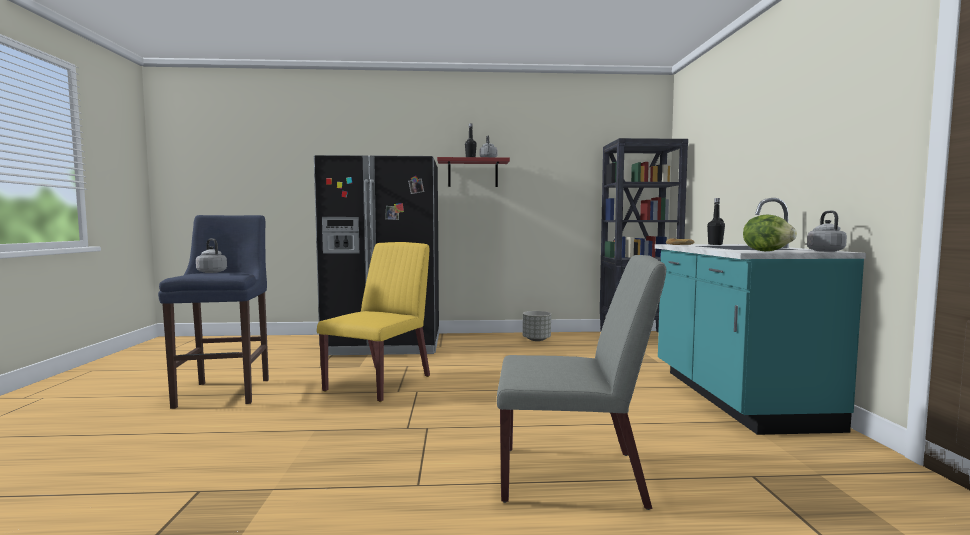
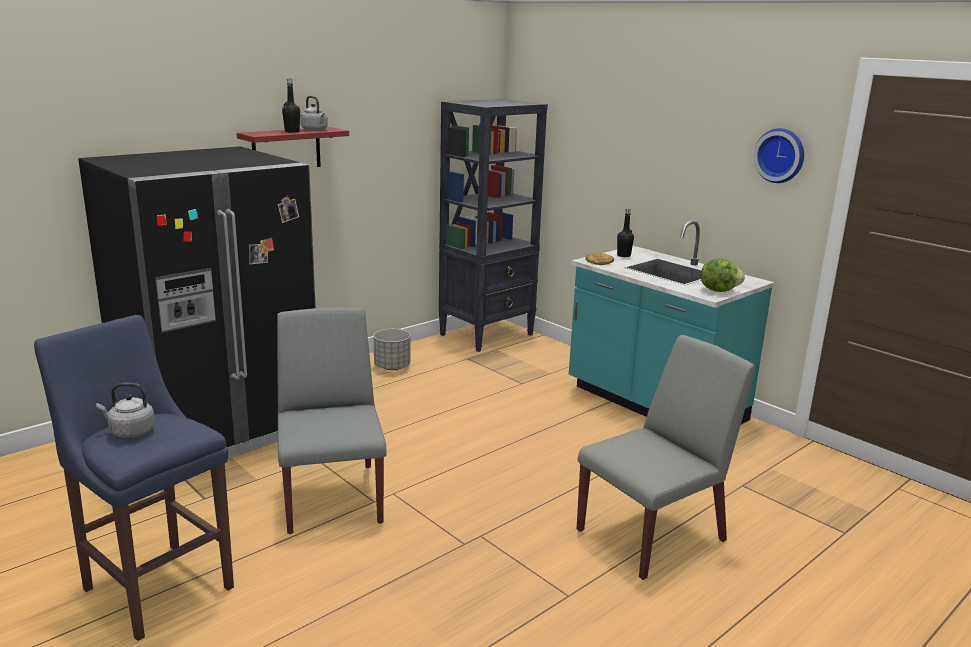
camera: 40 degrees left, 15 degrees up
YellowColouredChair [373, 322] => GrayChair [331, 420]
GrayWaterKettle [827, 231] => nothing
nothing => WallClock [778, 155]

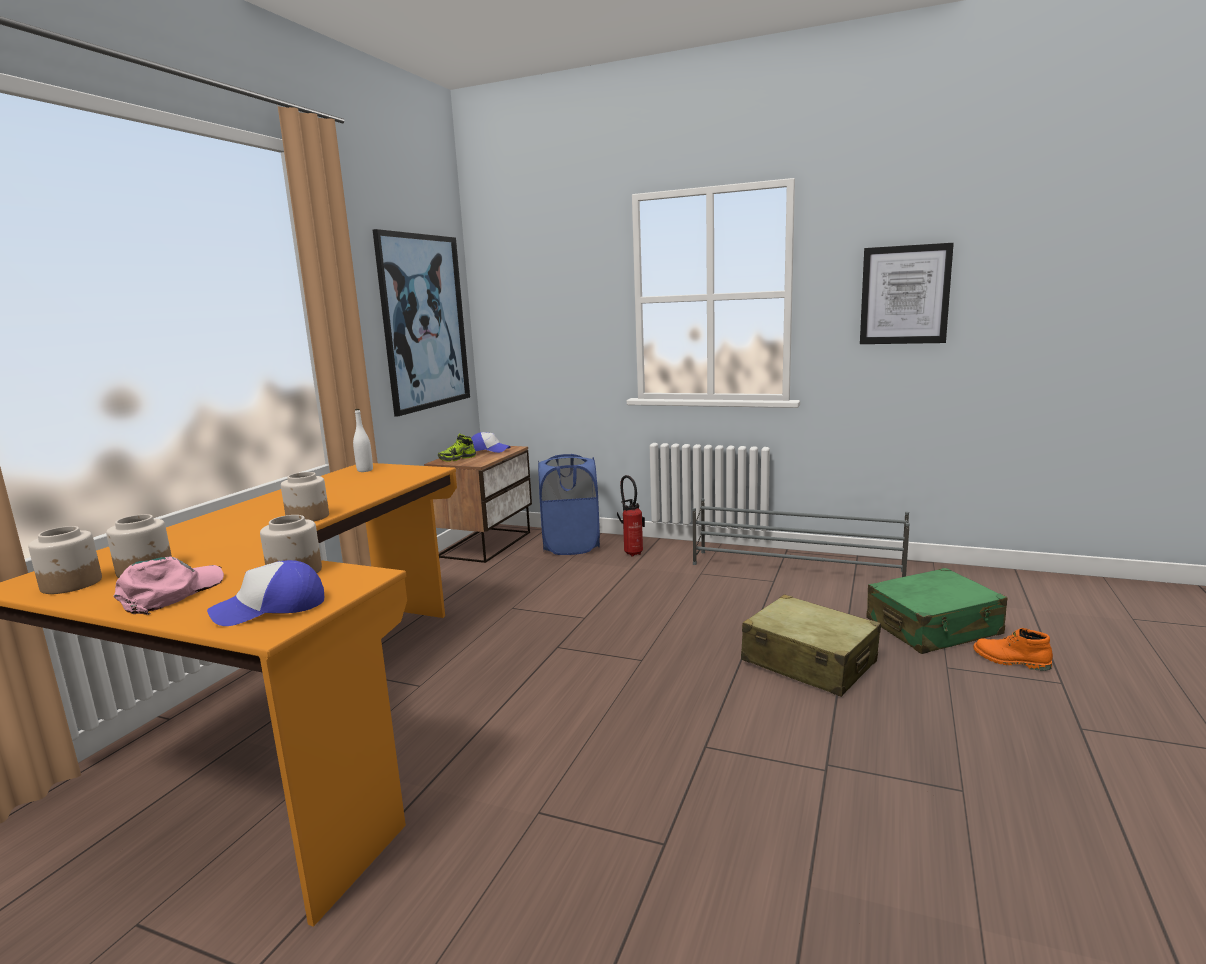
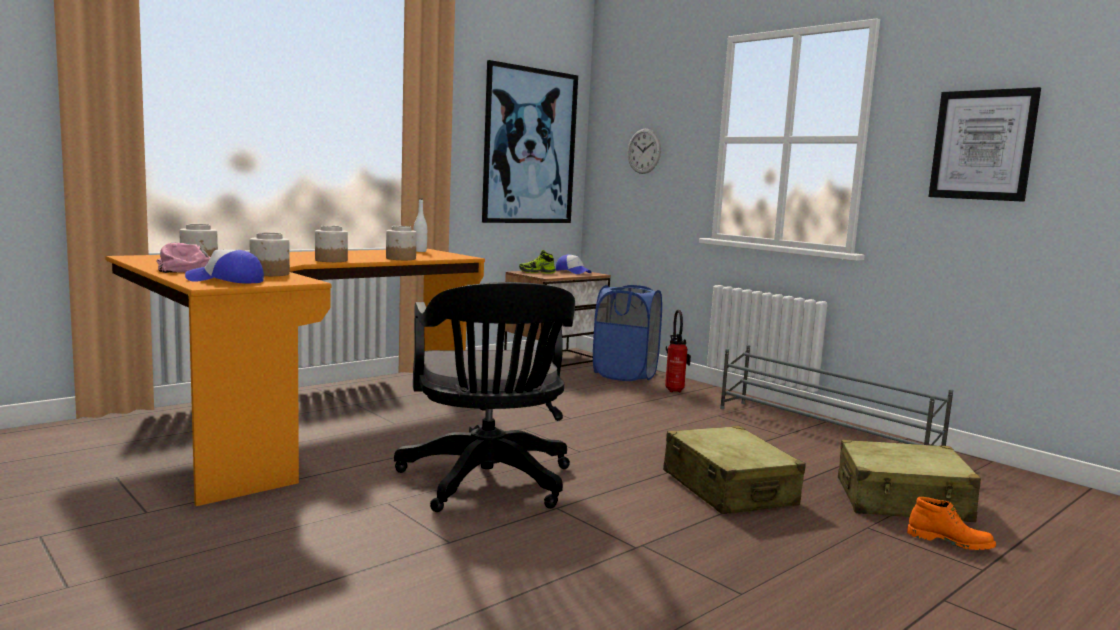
camera: 25 degrees right, 5 degrees down
StorageJar [65, 560] => StorageJar [401, 243], relocated
GreenishSuitcase [937, 611] => SandColouredSuitcase [909, 481]
OrangeyTallBoot [1013, 649] => OrangeyTallBoot [951, 523], 150 degrees clockwise
nothing => BlackOfficeChair [484, 397]
nothing => WallClock [644, 151]

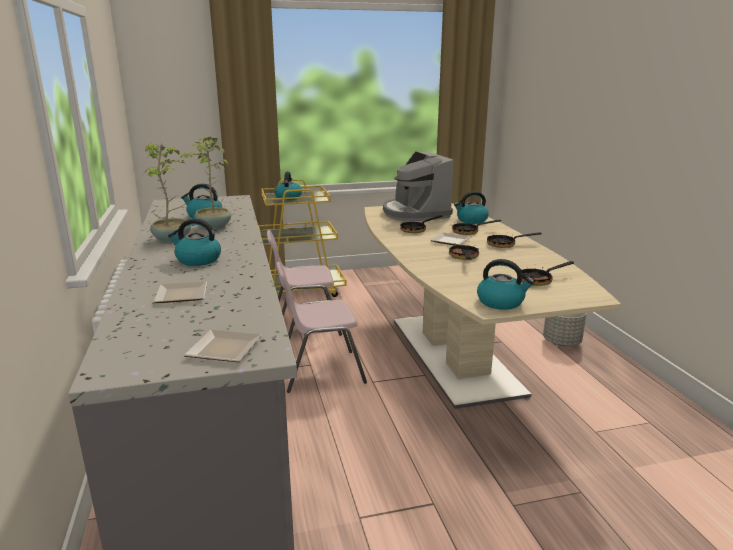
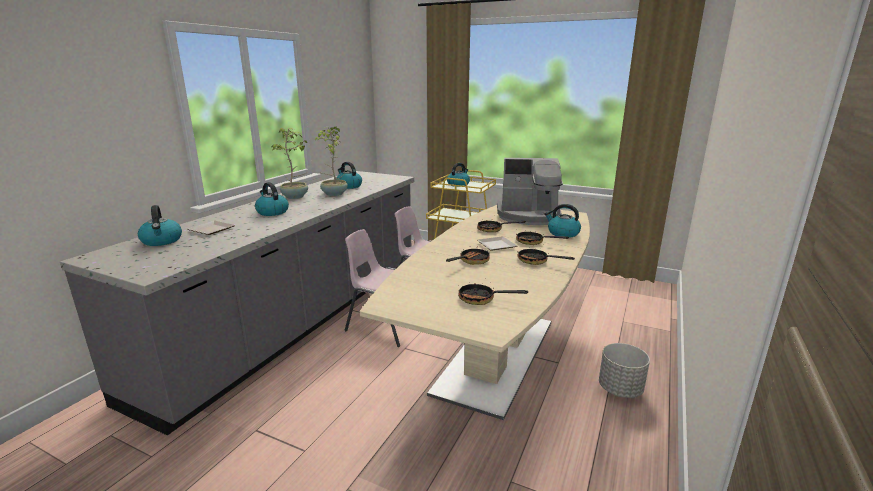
camera: 40 degrees right, 0 degrees up
FlatDish [223, 346] => nothing
CoffeeMachine [418, 186] => CoffeeMachine [530, 191], 105 degrees counterclockwise
WaterKettle [505, 284] => WaterKettle [160, 225], relocated

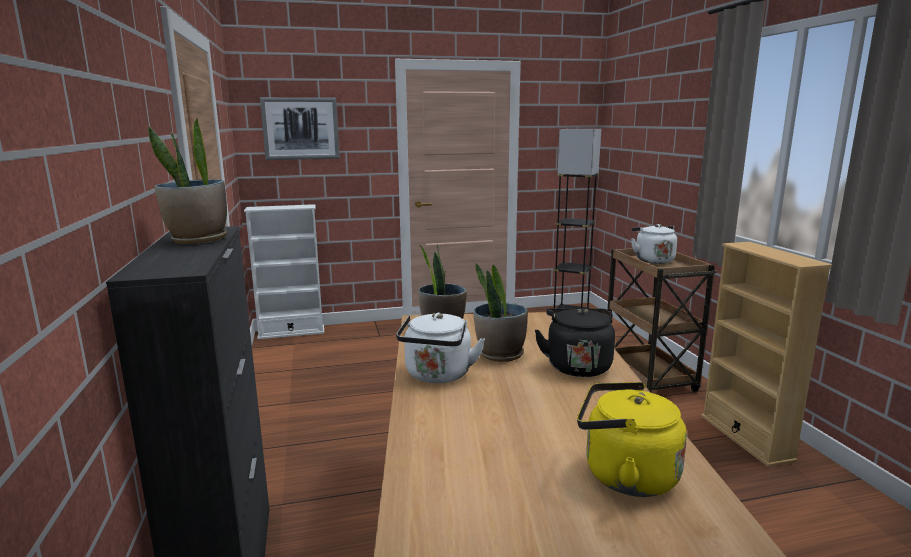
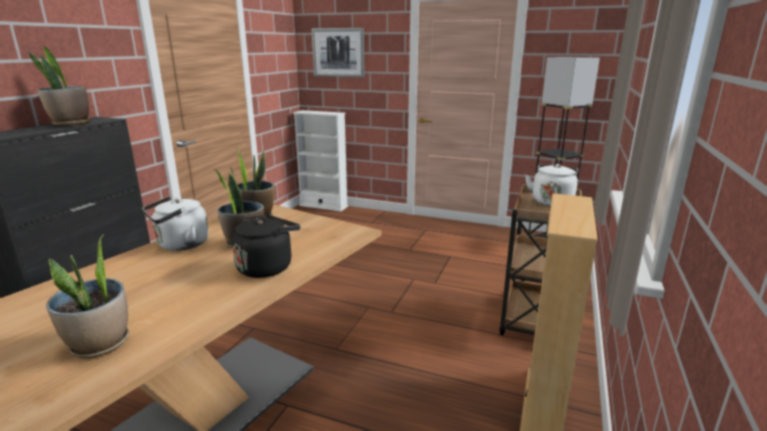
camera: 35 degrees right, 5 degrees up
YellowColouredWaterKettle [632, 439] => Houseplant [87, 296]

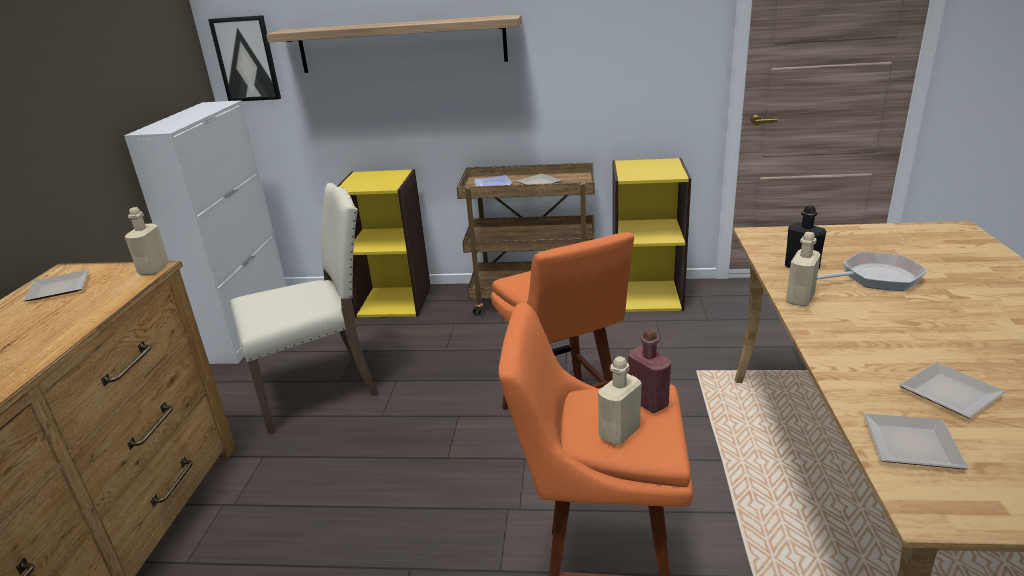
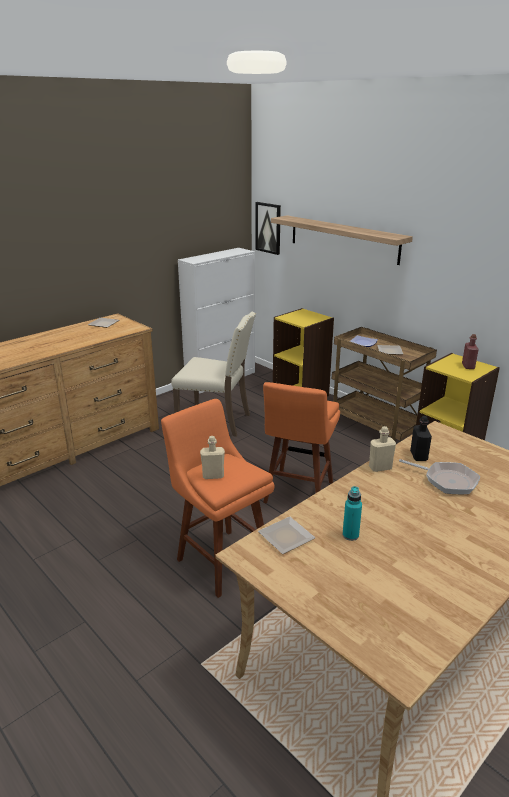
camera: 40 degrees right, 0 degrees up
SandColouredBeverageBottle [147, 241] => nothing
RedBeverageBottle [649, 371] => RedBeverageBottle [470, 351], relocated
FlatDish [952, 390] => BlueGreenBeverageBottle [352, 513]

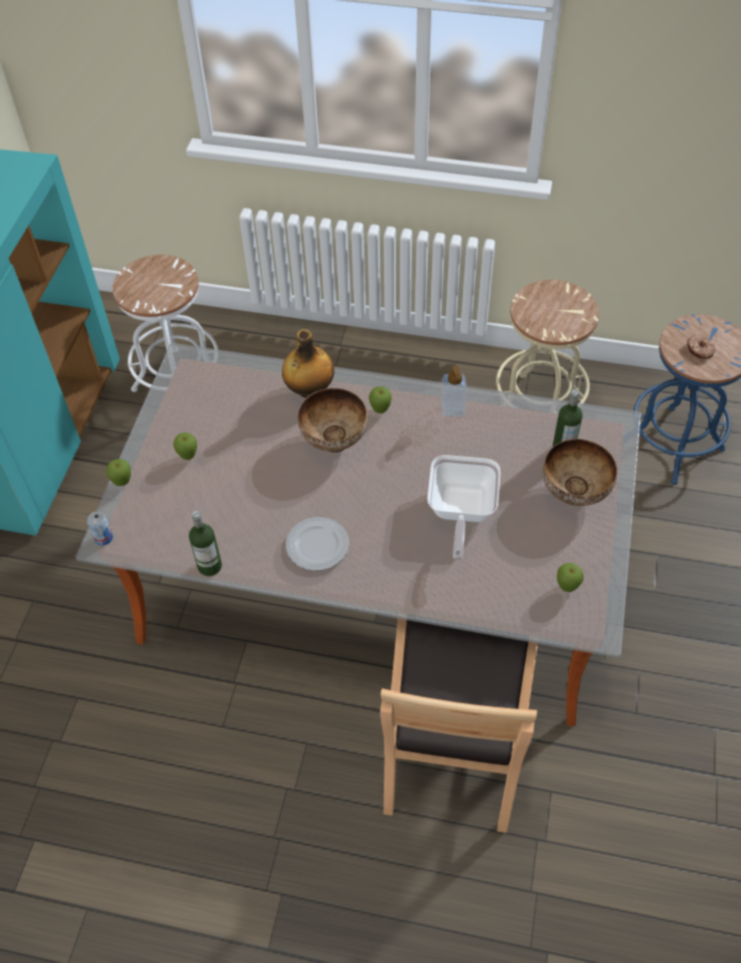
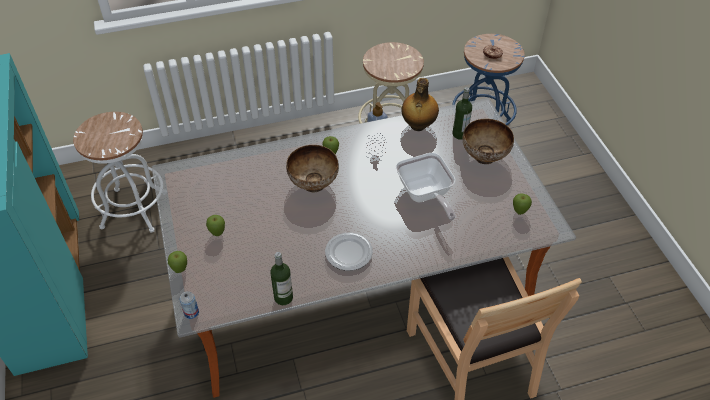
camera: 30 degrees left, 5 degrees down
BeverageBottle [308, 363] => BeverageBottle [420, 104], relocated

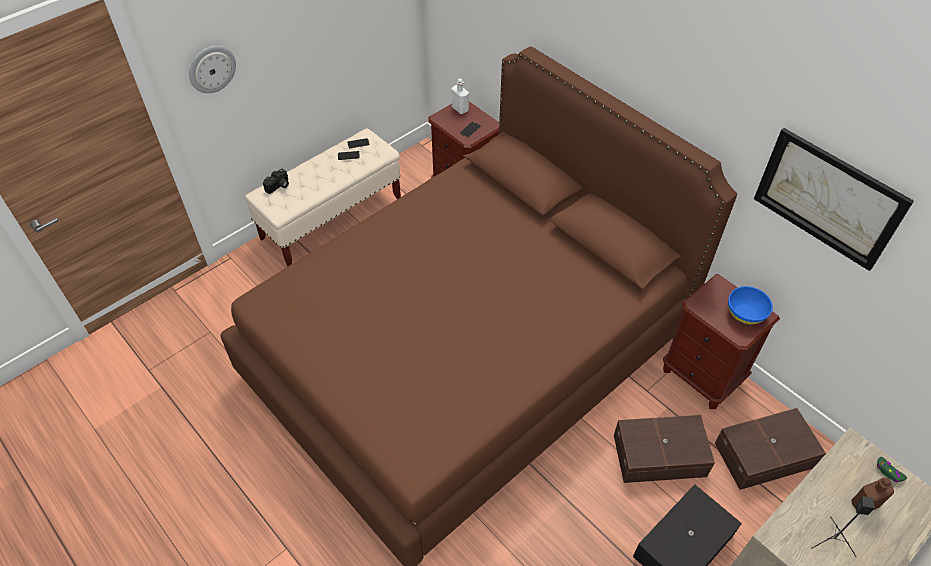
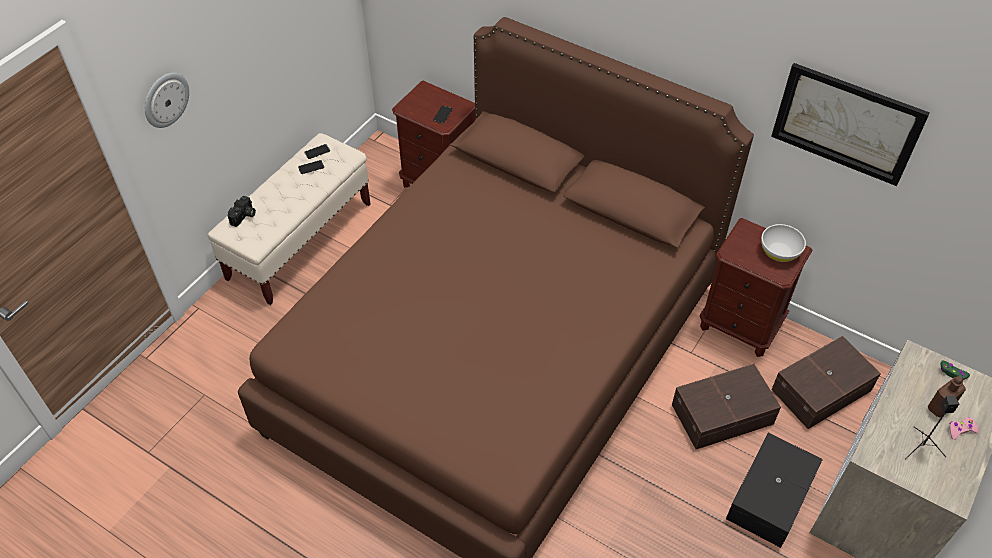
camera: 15 degrees left, 0 degrees up
WhitishBeverageBottle [460, 96] => nothing
BlueBowl [750, 305] => WhitishBowl [783, 243]
nothing => PinkColouredGameController [964, 428]

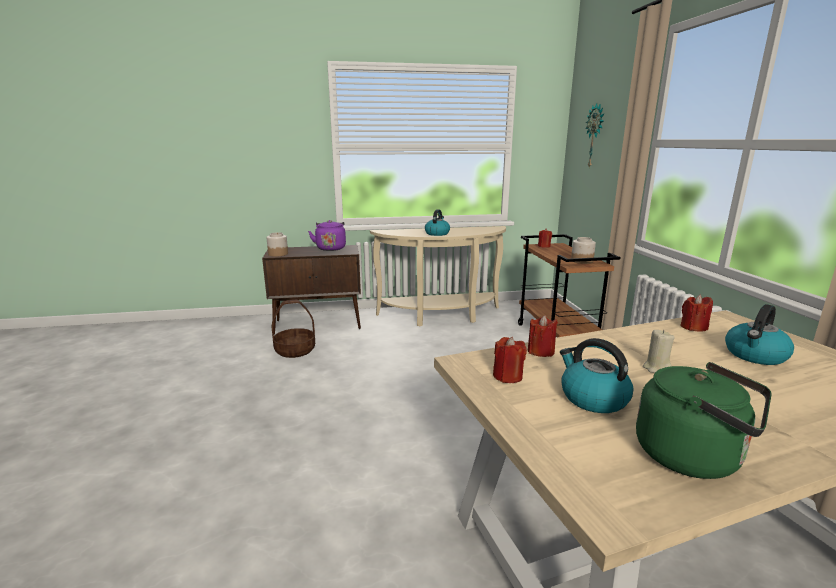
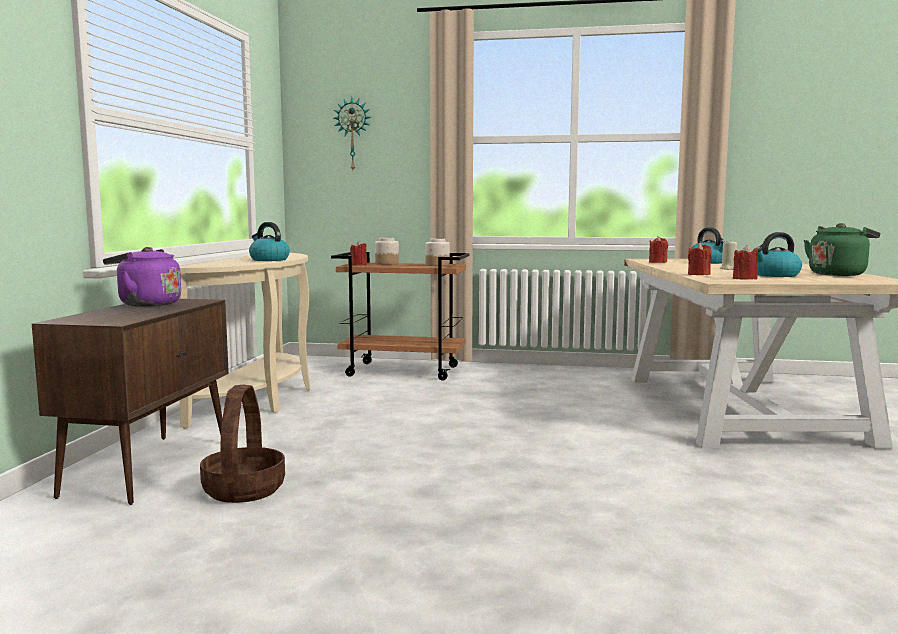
camera: 70 degrees left, 10 degrees down
StorageJar [277, 244] => StorageJar [387, 251], relocated

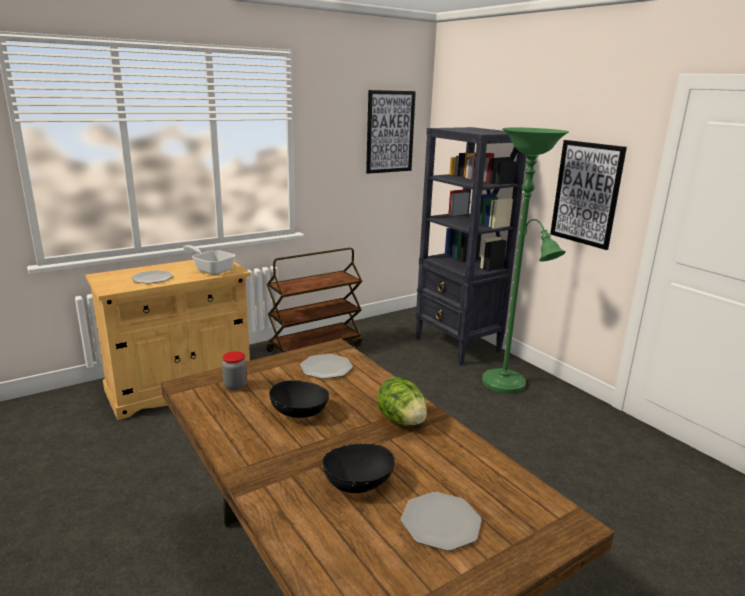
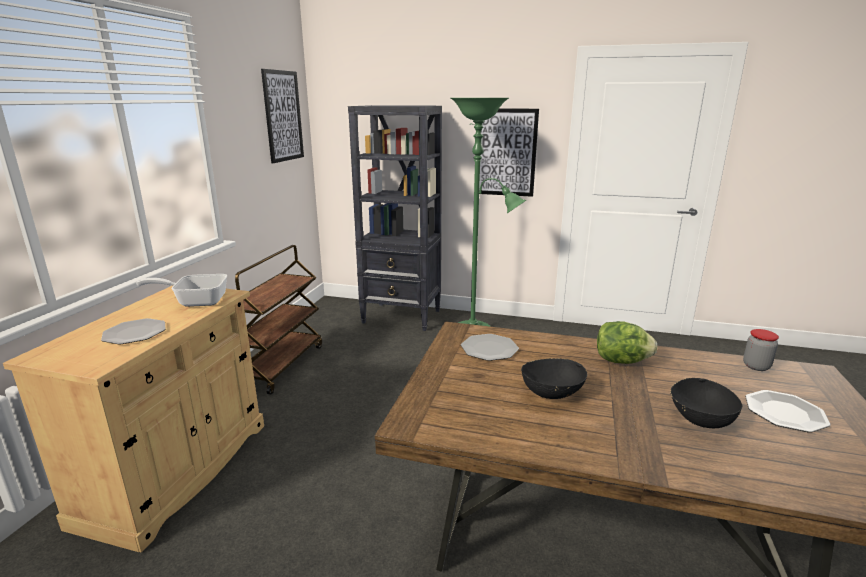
camera: 40 degrees left, 0 degrees up
StorageJar [234, 370] => StorageJar [761, 350], relocated

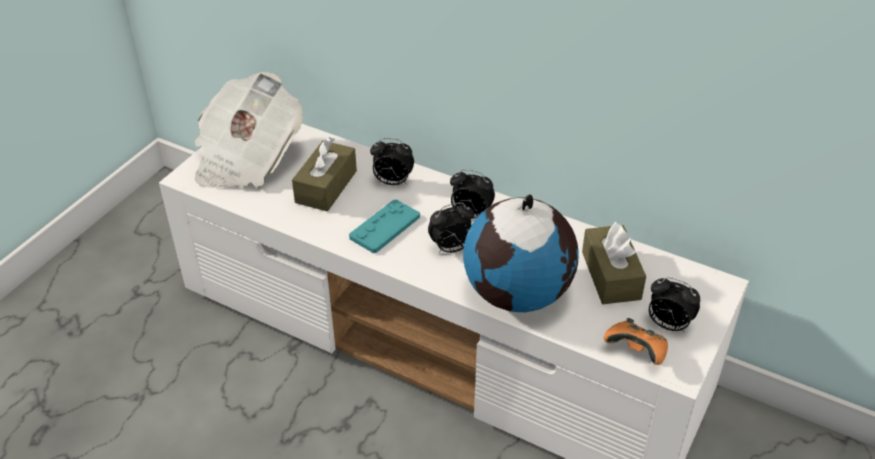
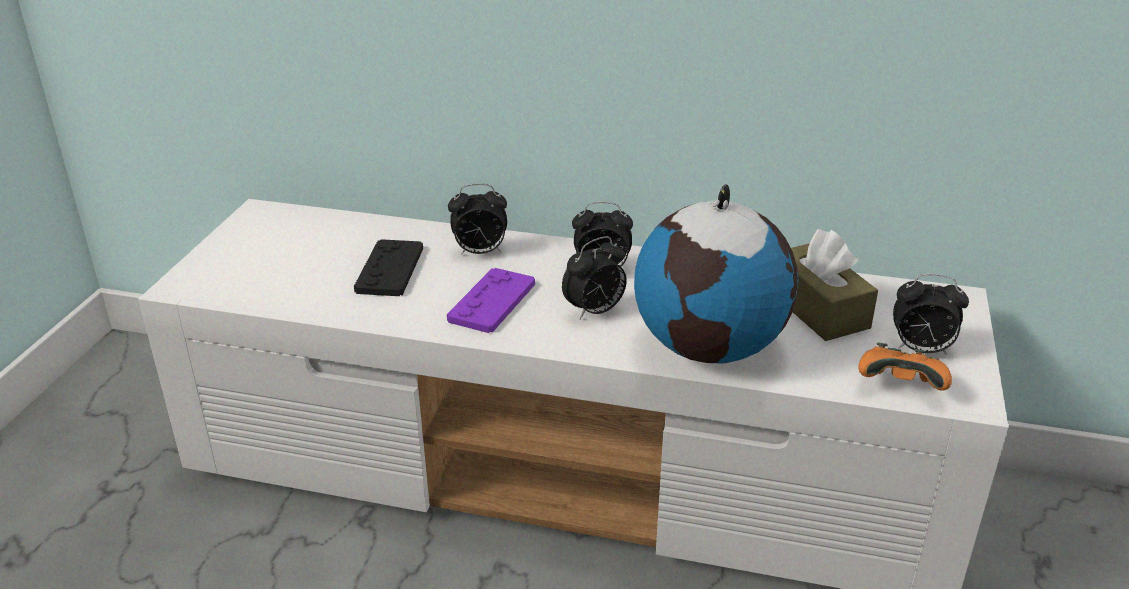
camera: 15 degrees left, 10 degrees down
Newspaper [248, 130] => nothing
BrownColouredTissueBox [324, 174] => BlackGameController [388, 267]
BlueGreenGameController [384, 226] => PurpleGameController [491, 300]

